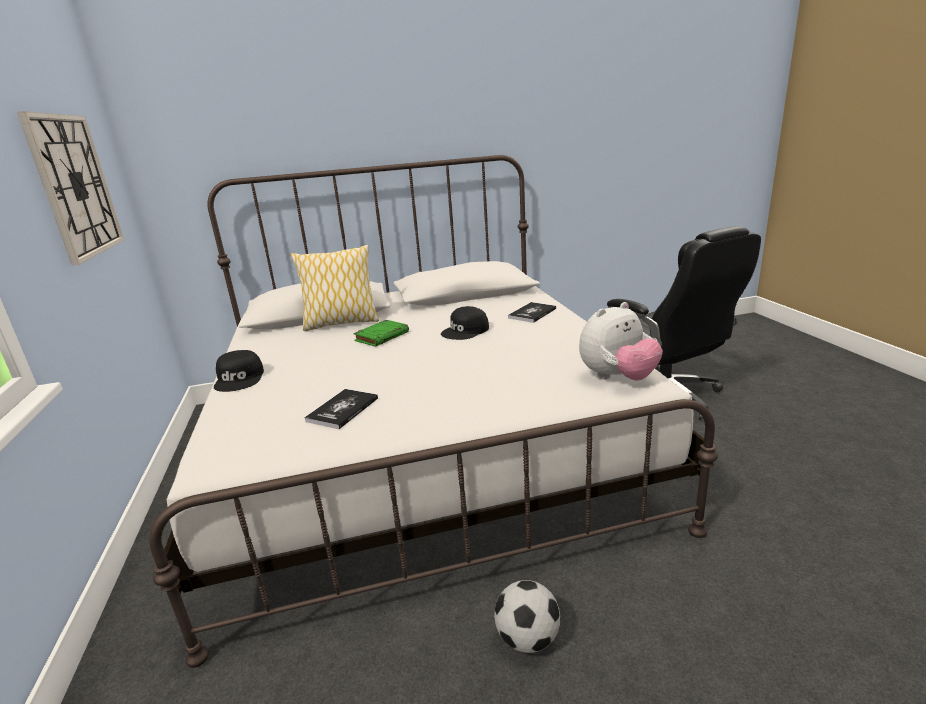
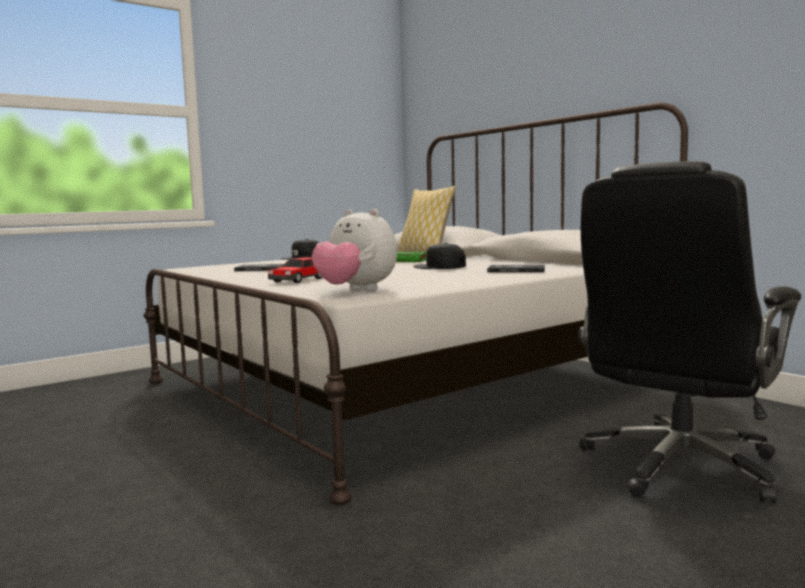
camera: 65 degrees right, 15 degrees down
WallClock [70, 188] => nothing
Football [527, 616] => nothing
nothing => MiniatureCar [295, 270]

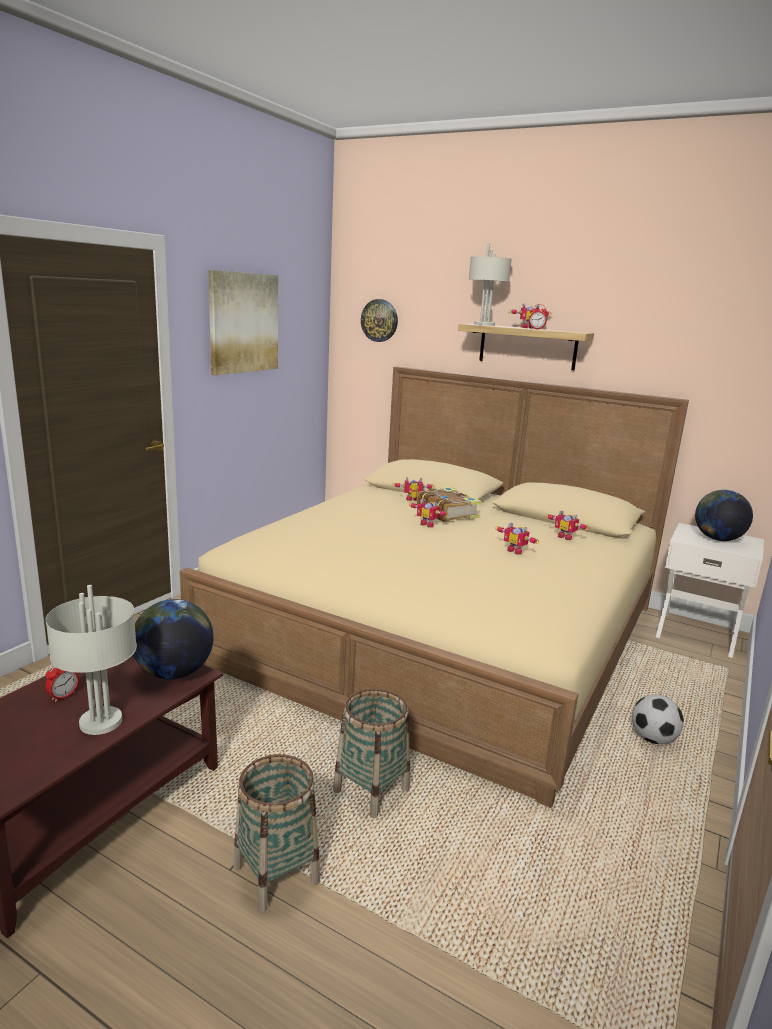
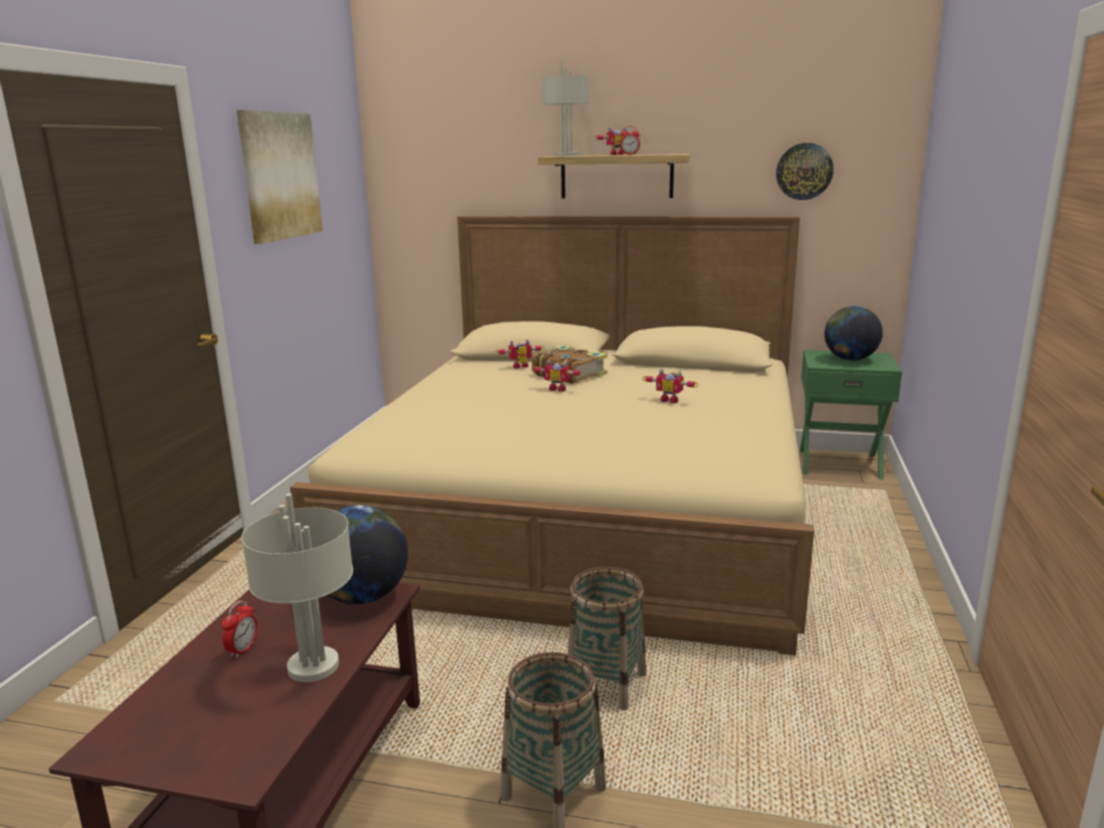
camera: 15 degrees left, 0 degrees up
WallClock [379, 320] => WallClock [805, 171], relocated
ToyRobot [567, 525] => nothing
Football [658, 719] => nothing
WhitishNightstand [710, 590] => GreenishNightstand [851, 415]

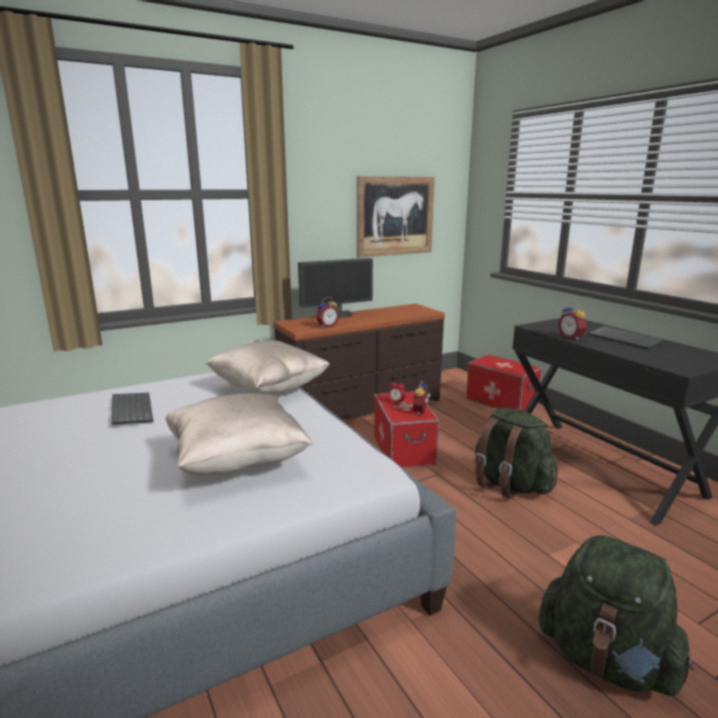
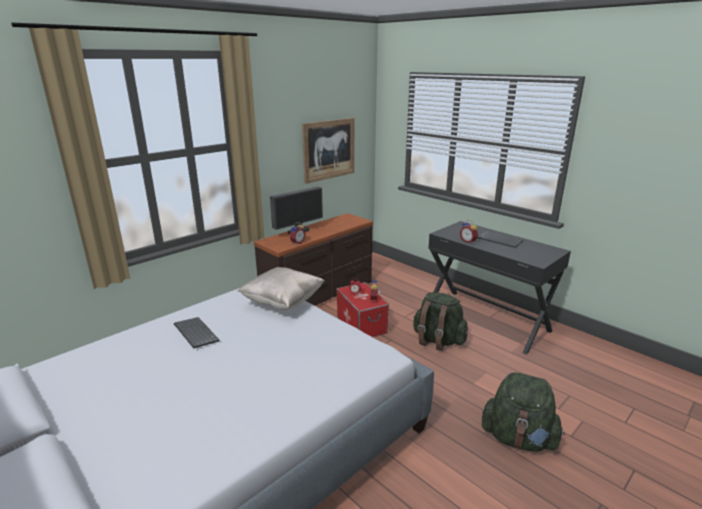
camera: 15 degrees left, 5 degrees up
SandColouredPillow [239, 434] => nothing
StorageContainer [504, 382] => nothing

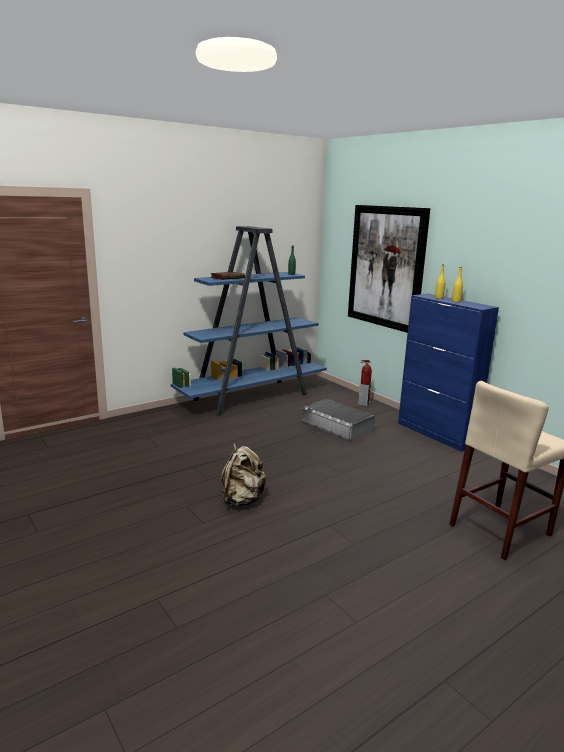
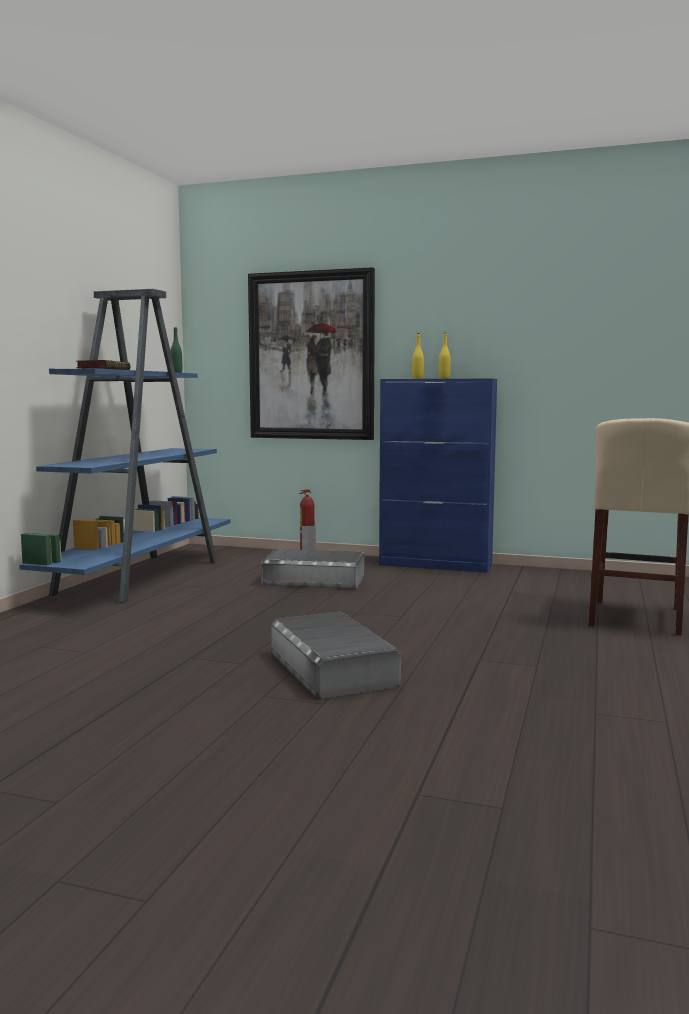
camera: 35 degrees left, 10 degrees down
SandColouredRucksack [243, 475] => GrayStorageContainer [336, 655]

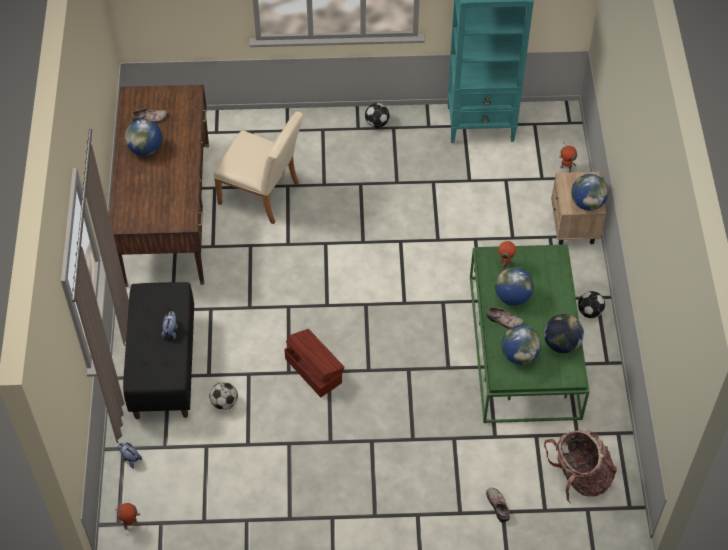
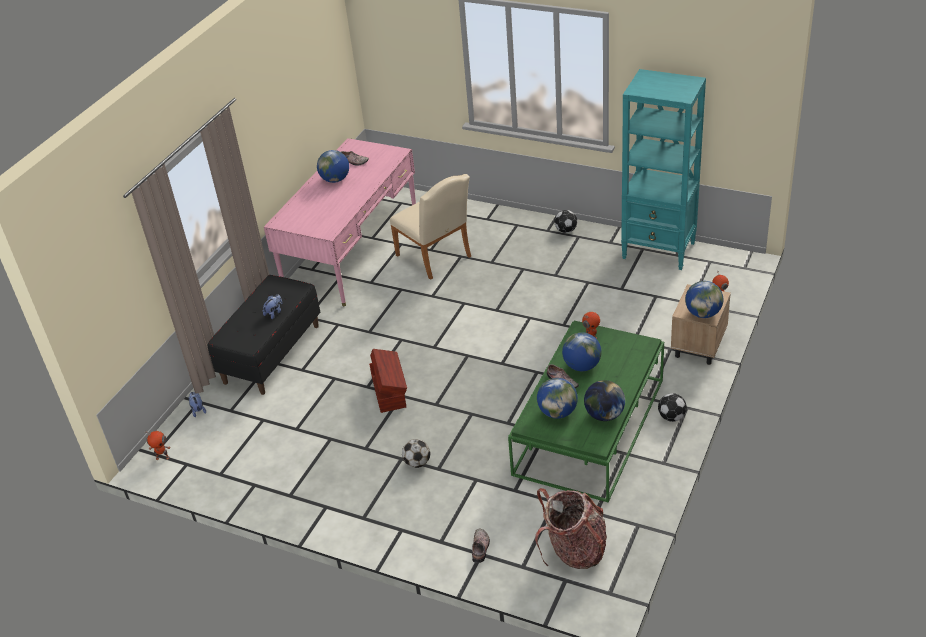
camera: 30 degrees right, 15 degrees down
BrownColouredDeskUnit [159, 186] => PinkColouredDeskUnit [340, 222]
Football [223, 396] => Football [416, 453], relocated

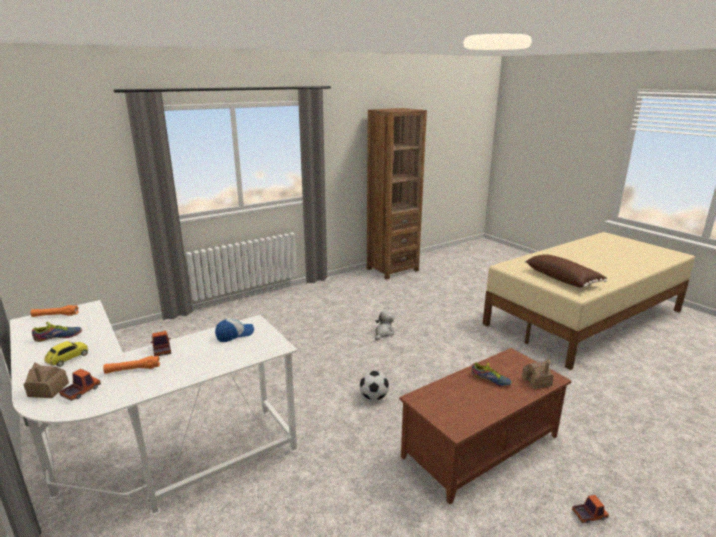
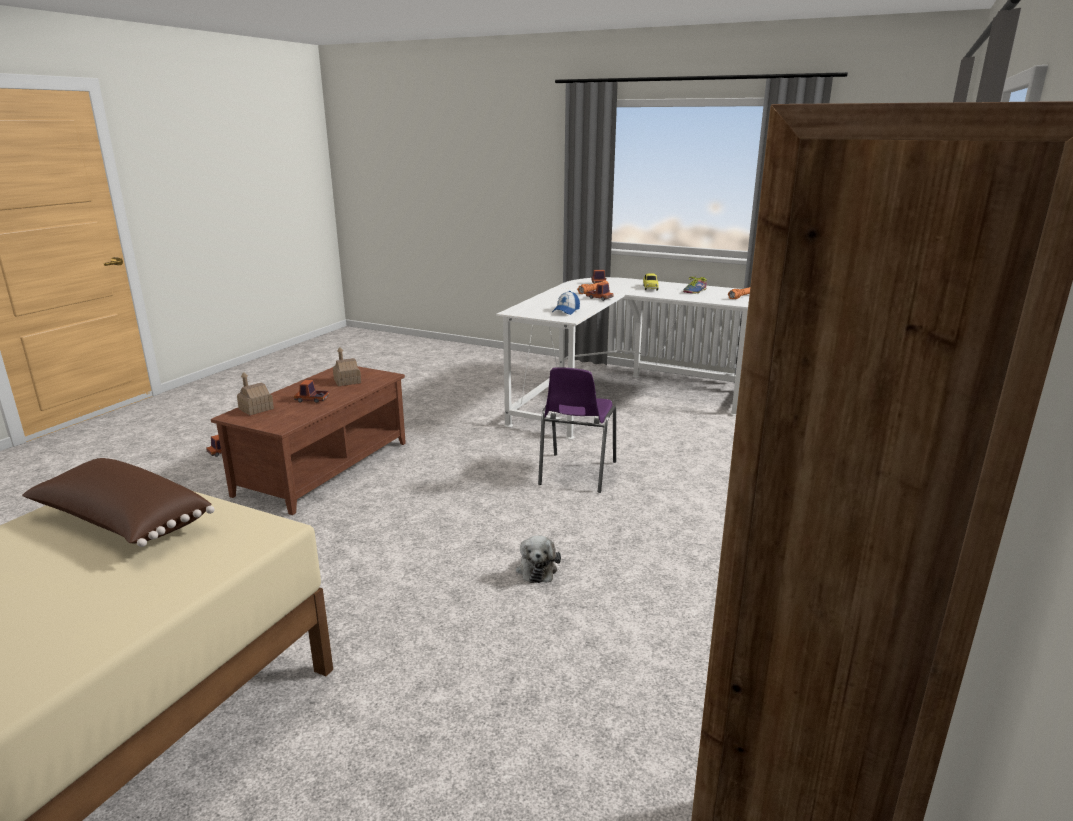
camera: 150 degrees right, 0 degrees up
MiniatureHouse [46, 380] => MiniatureHouse [347, 366], relocated
Football [374, 385] => nothing
Shoe [492, 374] => ToyTruck [311, 391]
nothing => PurpleChair [577, 430]

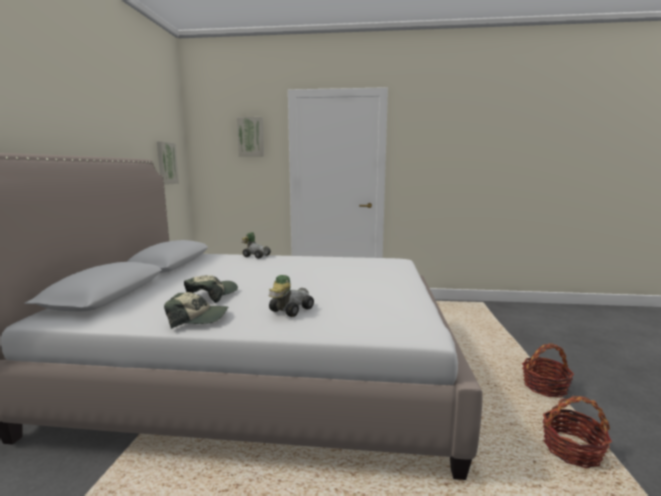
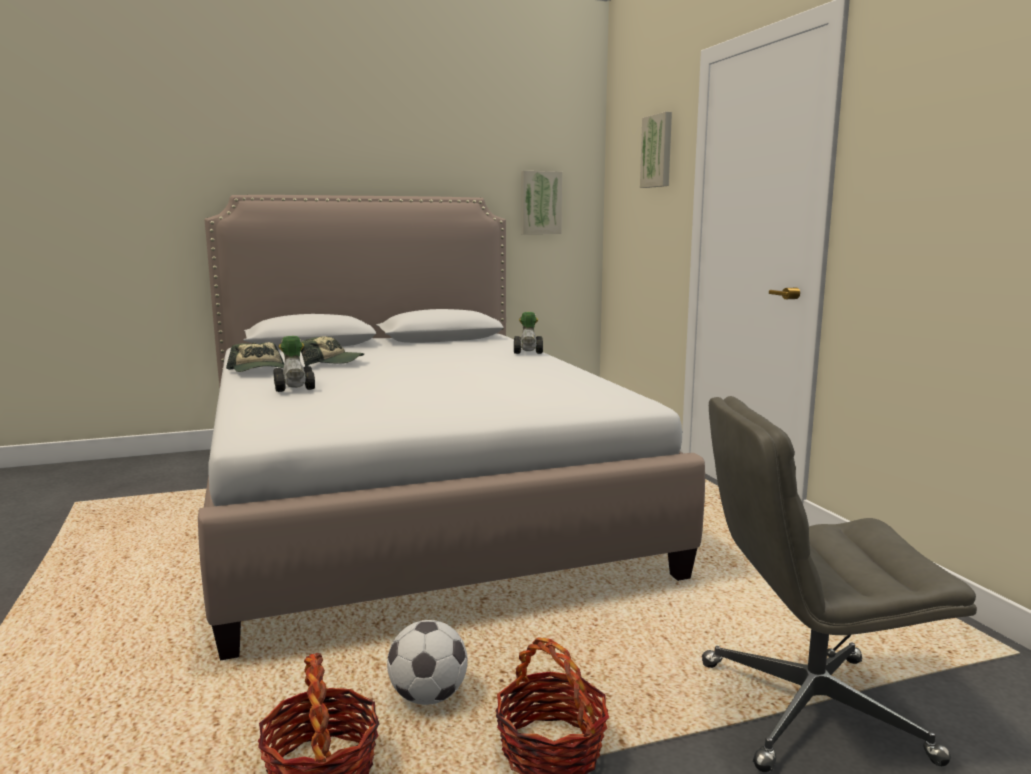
camera: 65 degrees right, 0 degrees up
MiniatureCar [291, 296] => MiniatureCar [294, 364], 60 degrees clockwise
nothing => Football [427, 662]
nothing => GrayOfficeChair [839, 584]

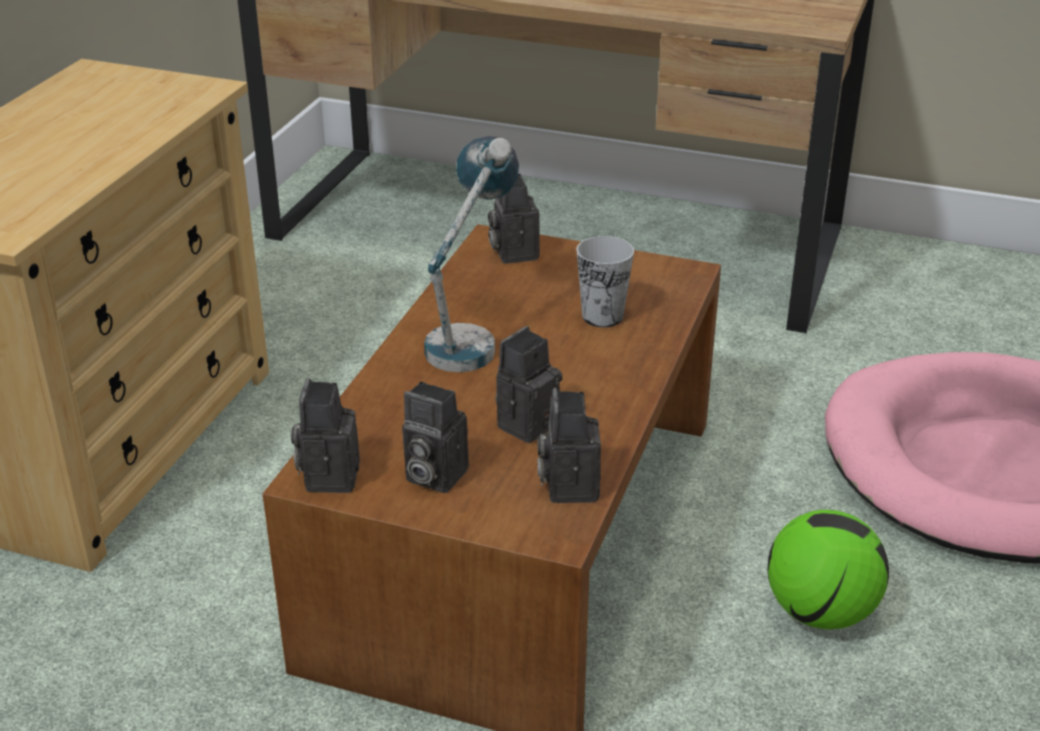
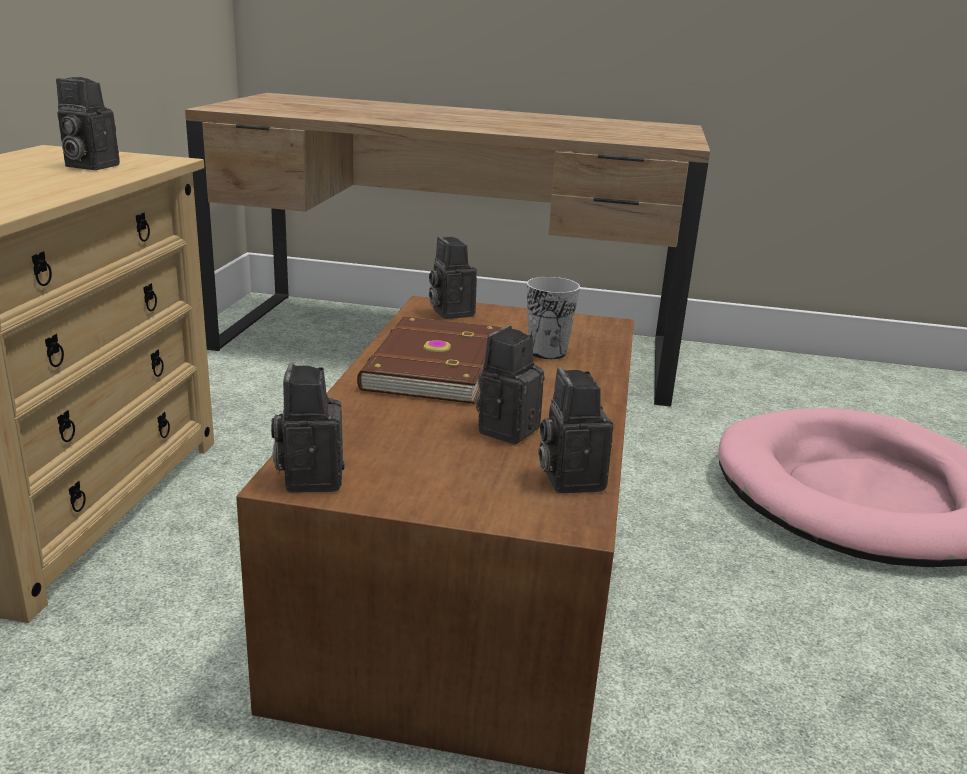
camera: 10 degrees left, 10 degrees down
StillCamera [435, 437] => StillCamera [88, 123], relocated
TableLamp [471, 254] => BrownColouredVolume [429, 360]
Football [828, 570] => nothing

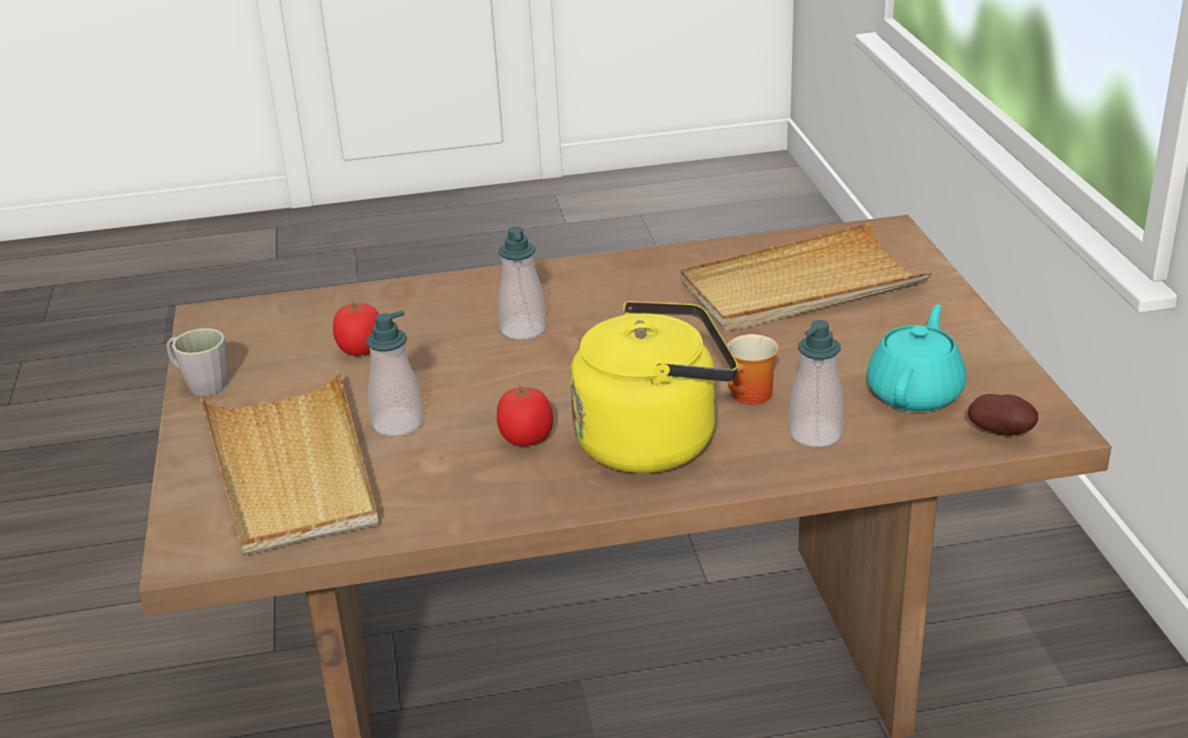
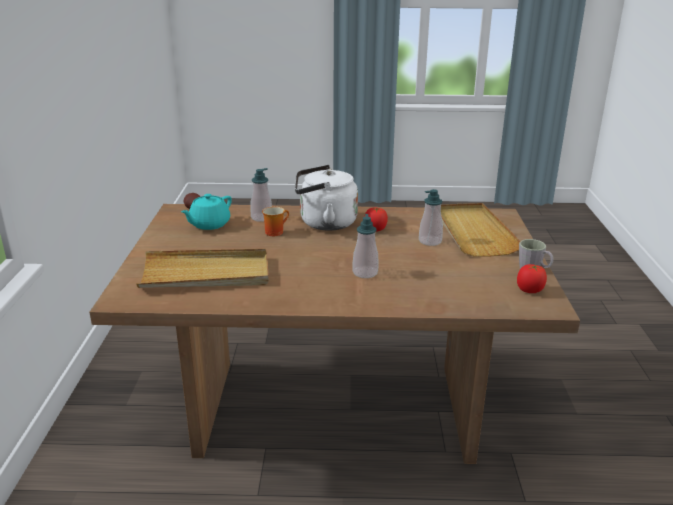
camera: 170 degrees left, 5 degrees down
Tomato [356, 328] => Tomato [532, 278], relocated
YellowColouredWaterKettle [654, 387] => WhitishWaterKettle [326, 198]

